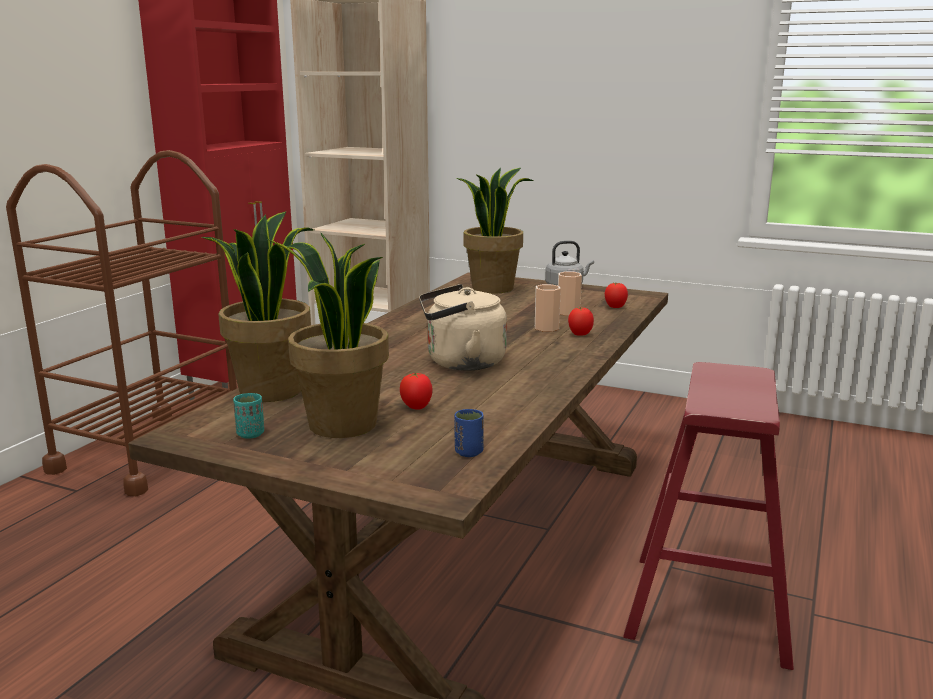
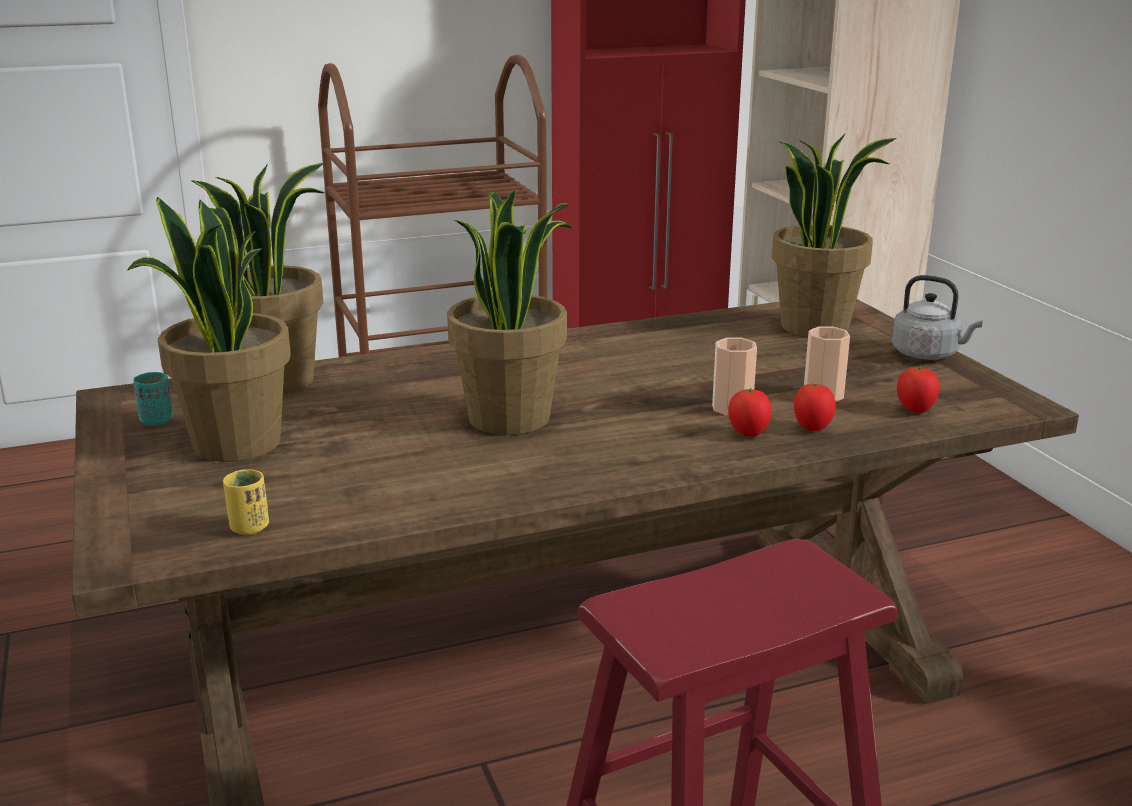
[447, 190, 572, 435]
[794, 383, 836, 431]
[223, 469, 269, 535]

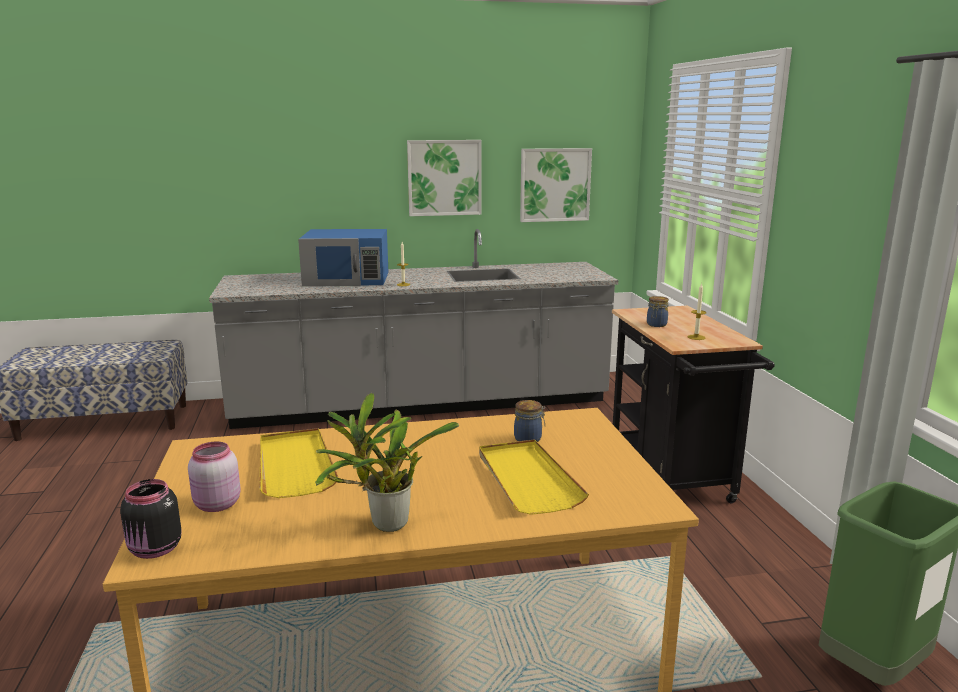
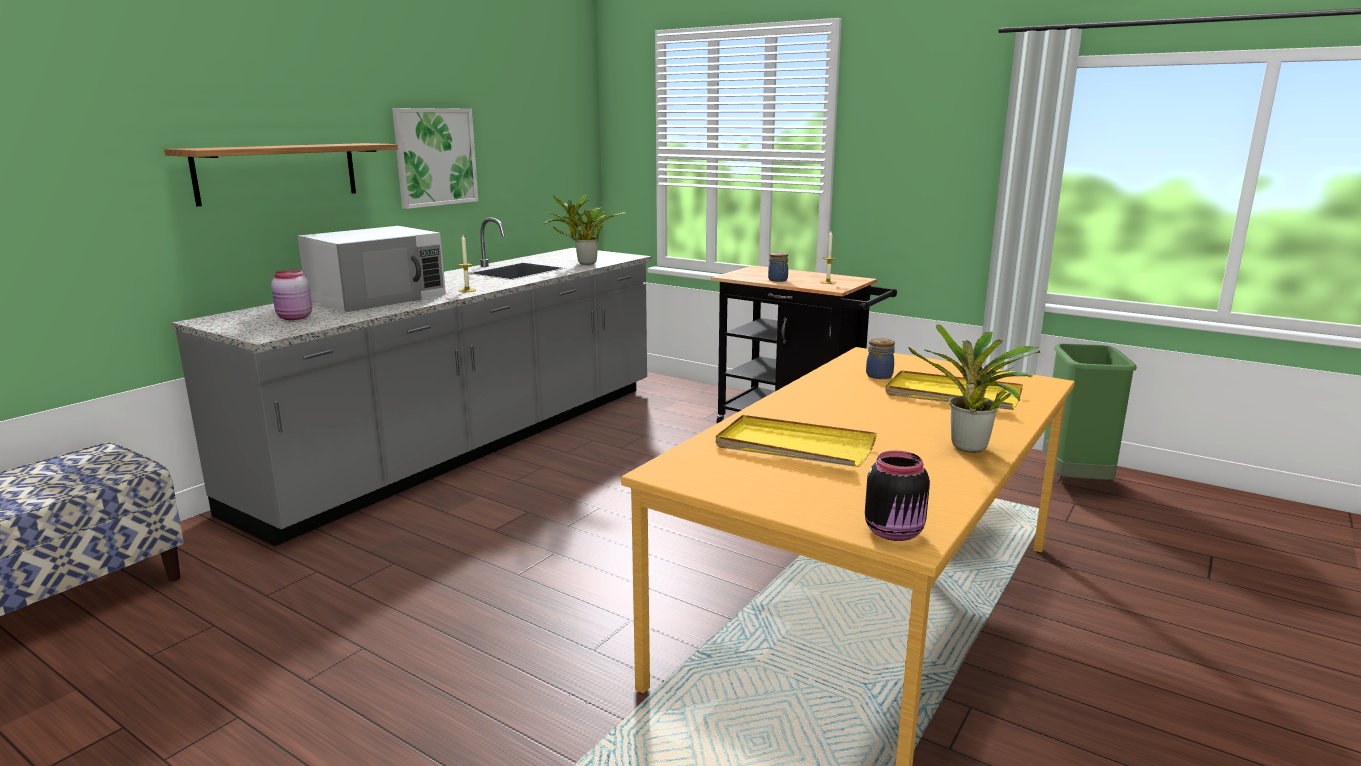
[520, 148, 592, 222] (first image)
[298, 226, 446, 312]
[271, 270, 312, 320]
[164, 143, 398, 207]
[543, 195, 625, 265]

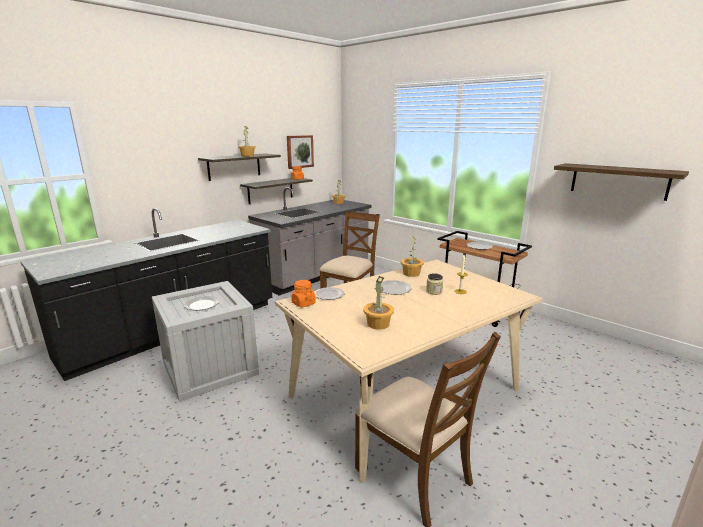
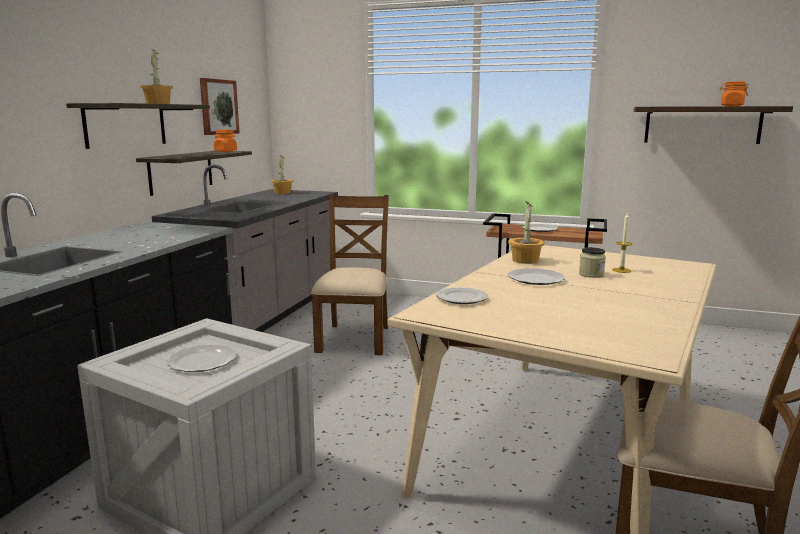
[363, 276, 394, 330] (first image)
[720, 81, 748, 106]

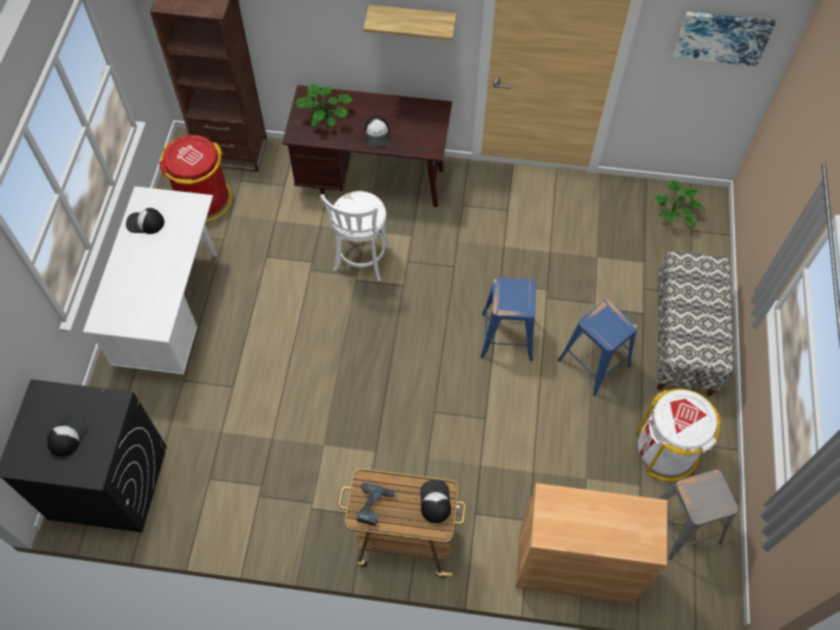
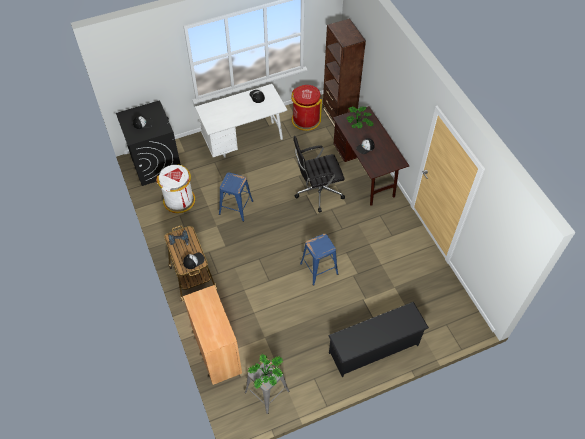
[363, 5, 457, 41] (first image)
[673, 12, 775, 66] (first image)
[248, 354, 283, 389]
[293, 136, 345, 213]
[328, 302, 429, 377]
[219, 172, 253, 222]
[156, 164, 195, 213]

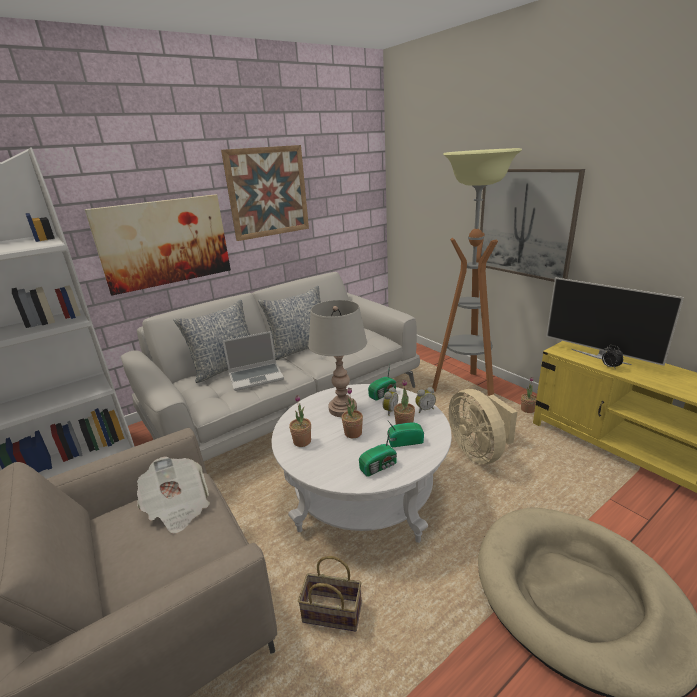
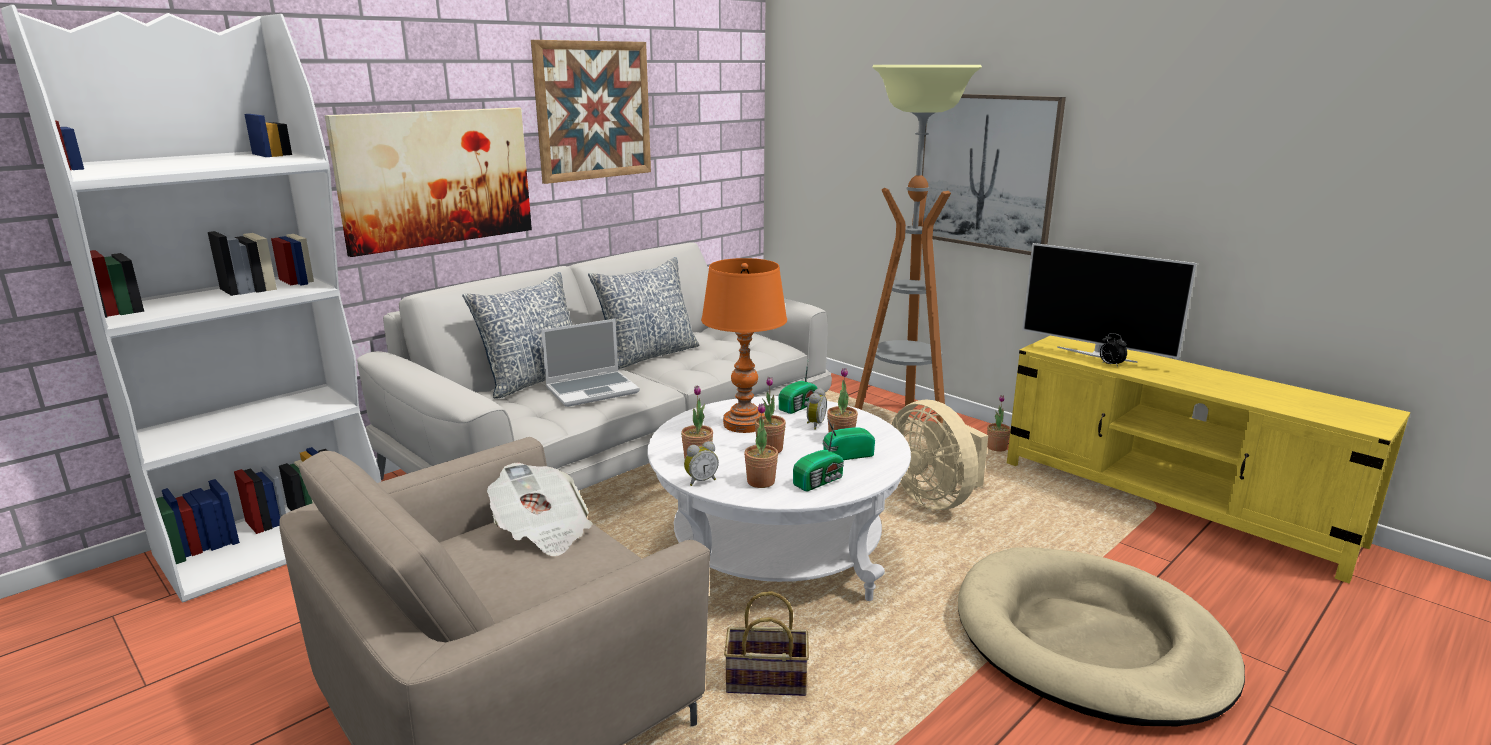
[701, 258, 787, 433]
[684, 441, 719, 486]
[744, 403, 778, 488]

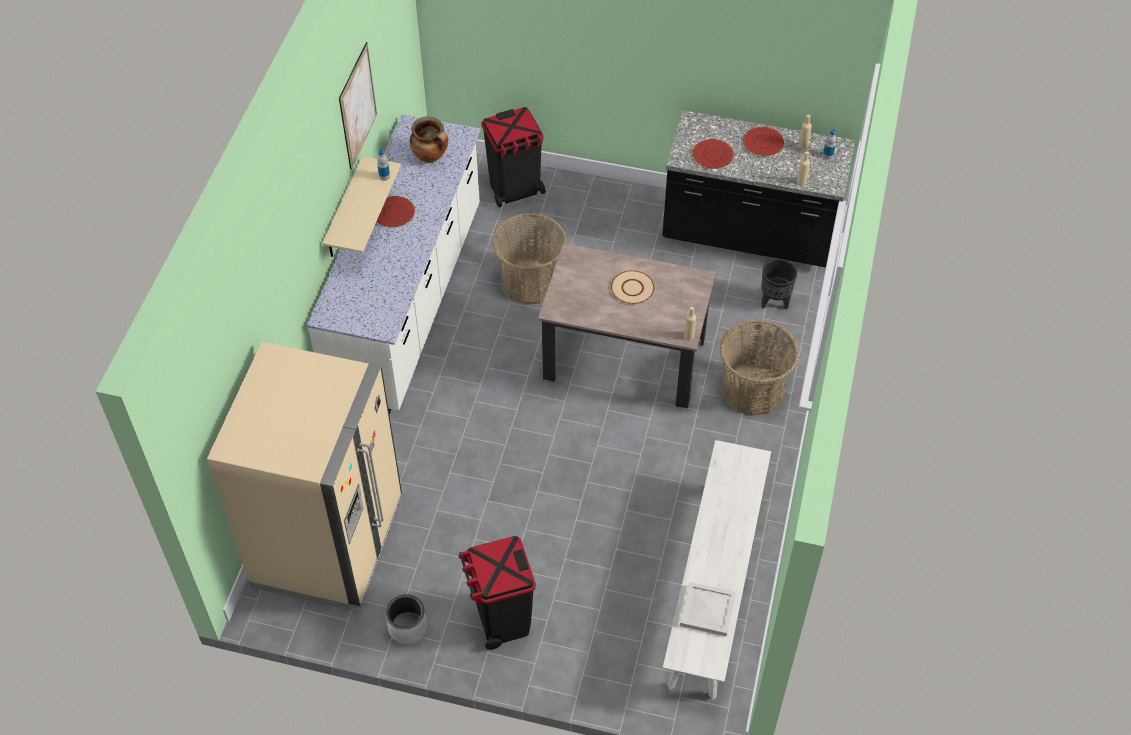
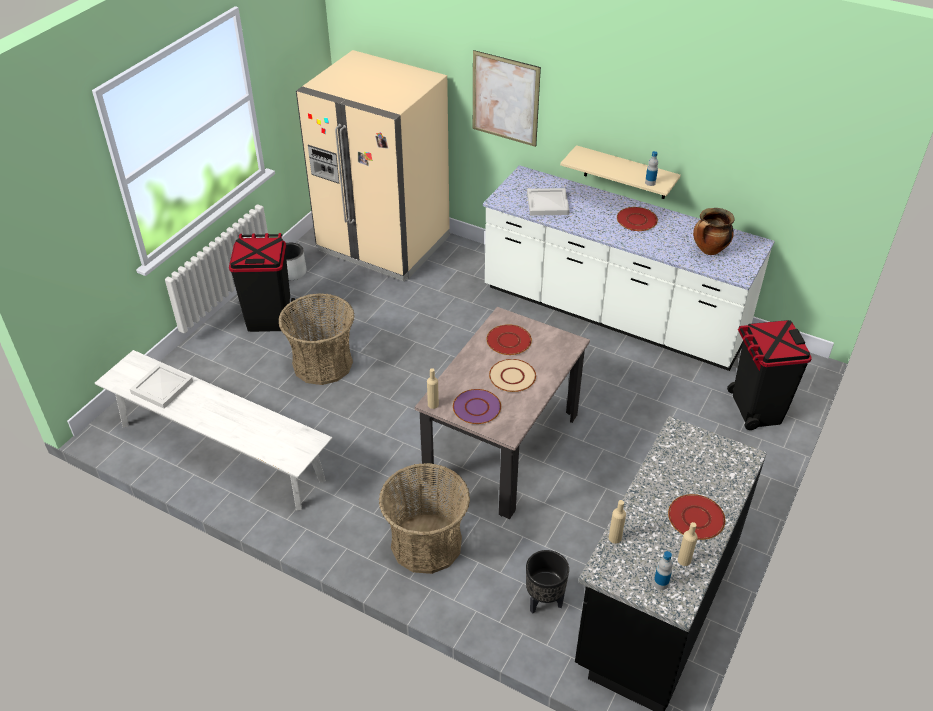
[473, 50, 541, 147]
[486, 324, 532, 355]
[278, 293, 355, 385]
[527, 188, 570, 216]
[453, 389, 501, 424]

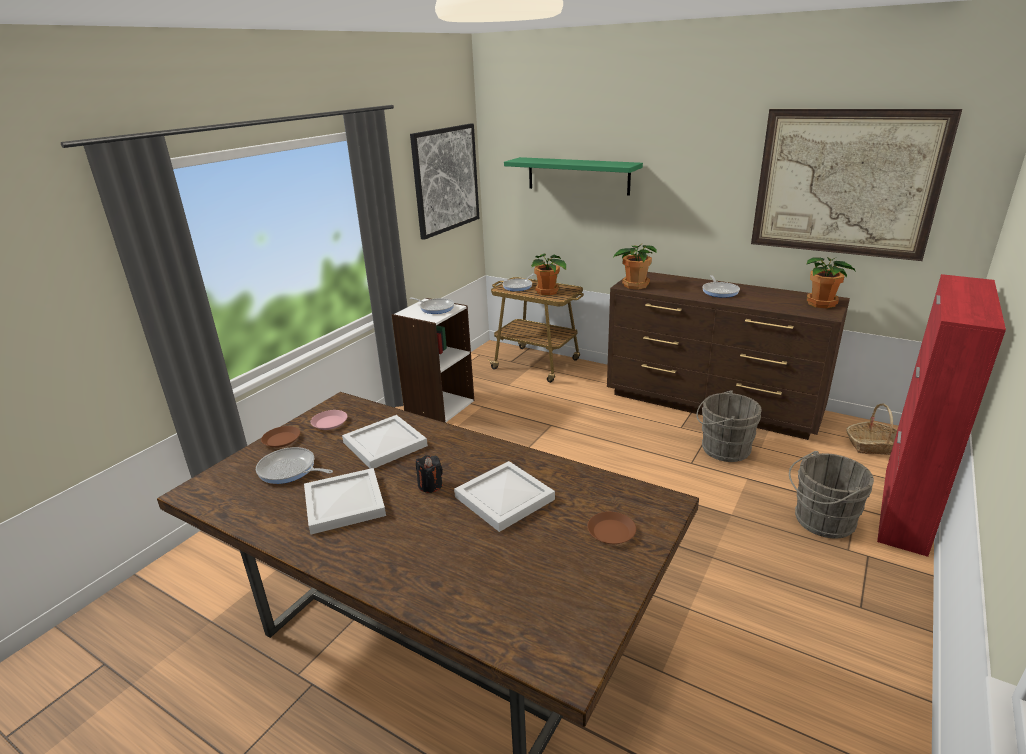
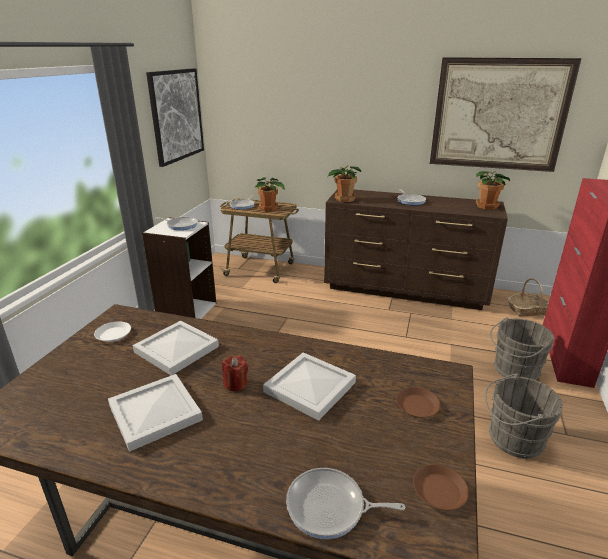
[504, 157, 643, 196] (first image)
[485, 374, 563, 458]
[94, 322, 131, 342]
[413, 464, 469, 510]
[286, 468, 405, 539]
[222, 355, 248, 391]

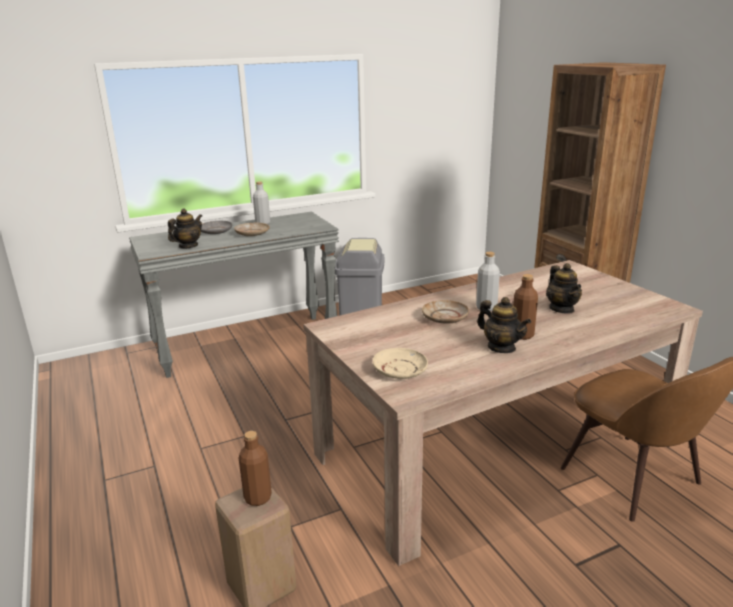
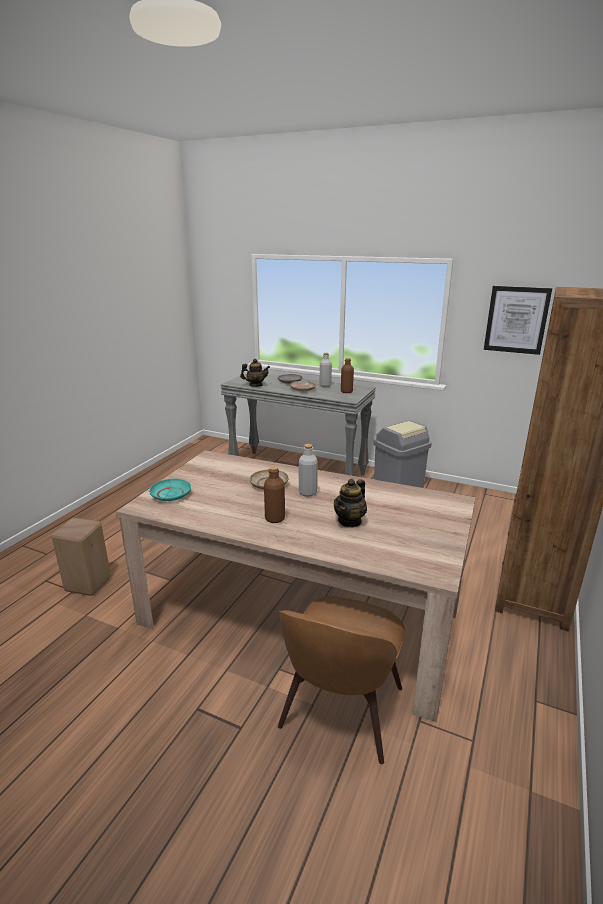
[477, 297, 531, 353] (first image)
[149, 478, 191, 501]
[341, 358, 354, 393]
[484, 286, 552, 355]

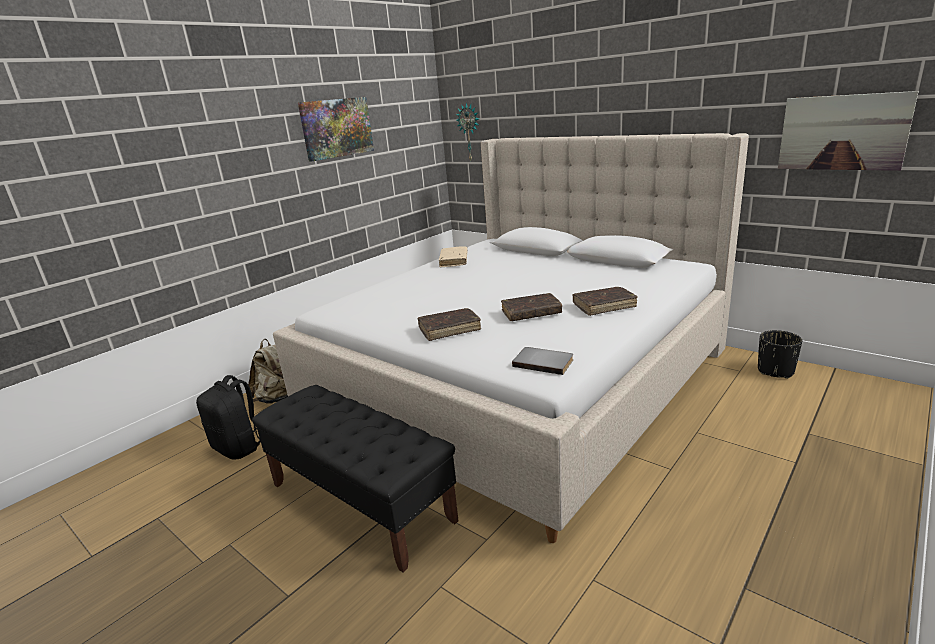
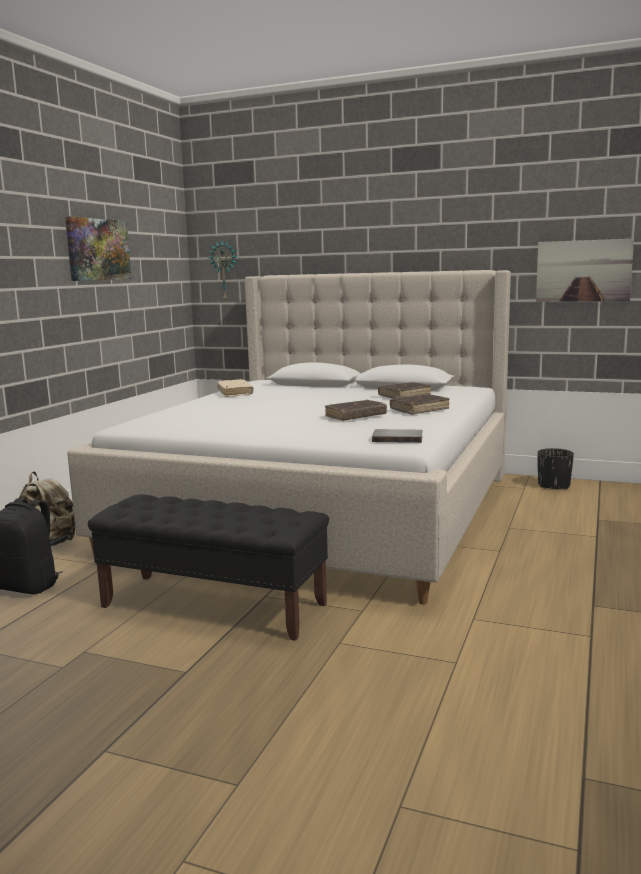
[378, 382, 431, 399]

